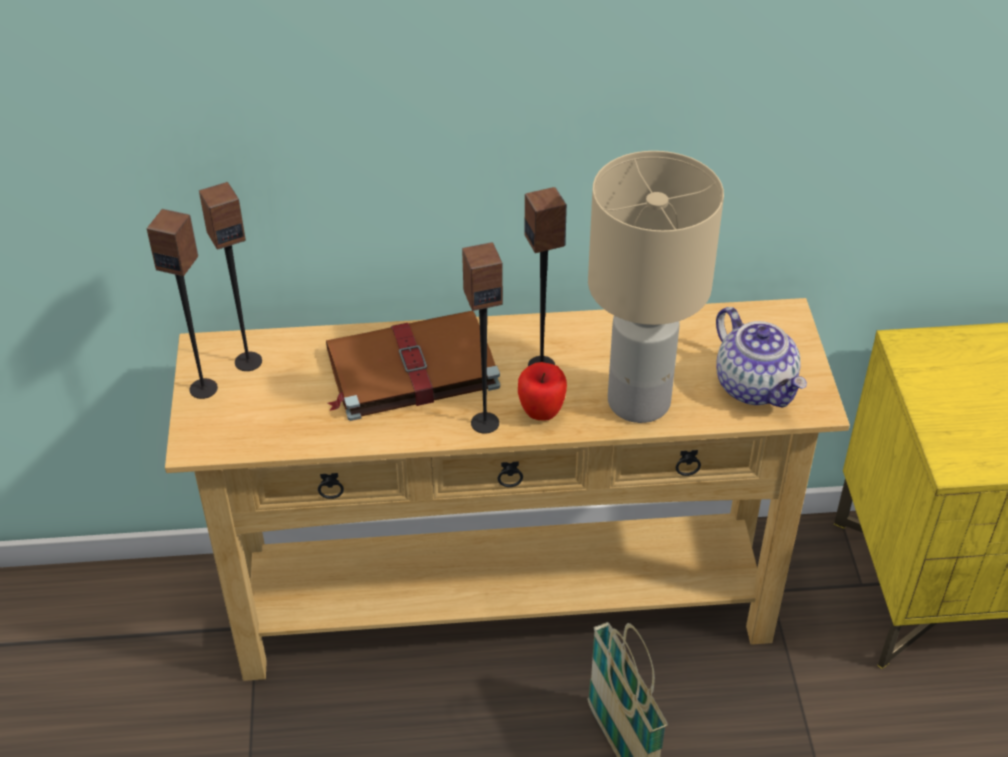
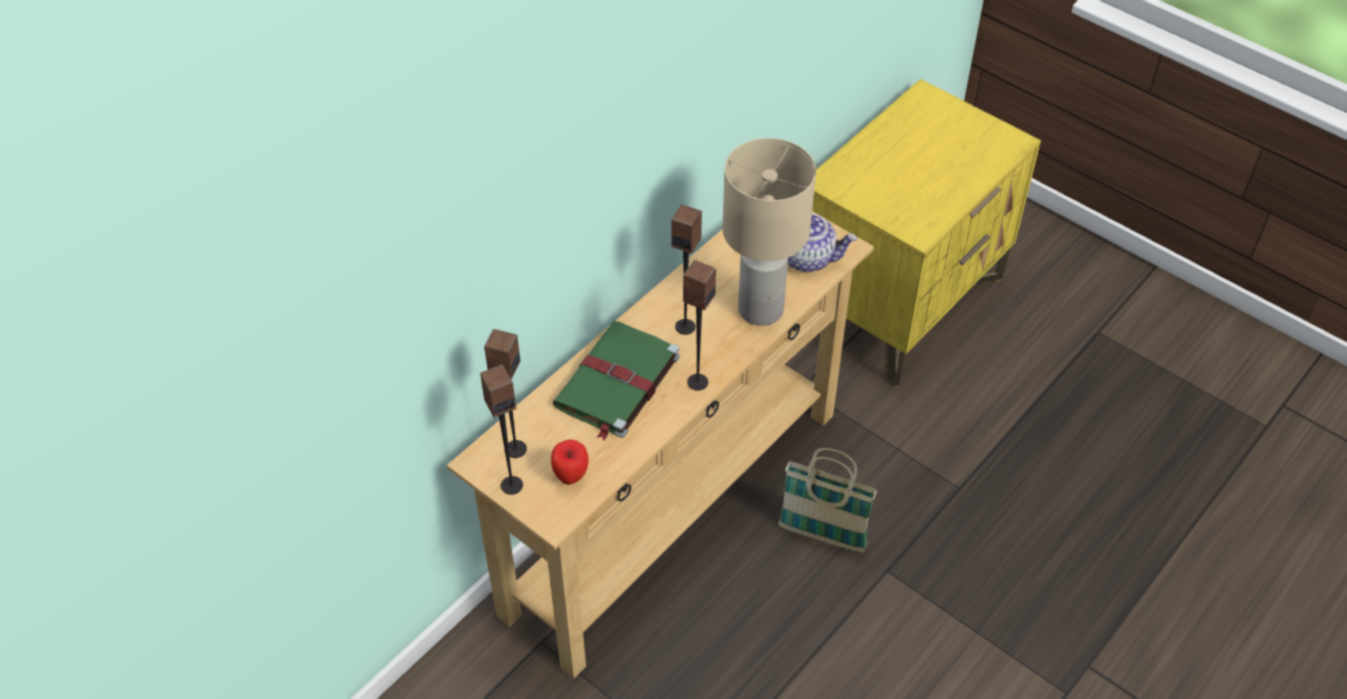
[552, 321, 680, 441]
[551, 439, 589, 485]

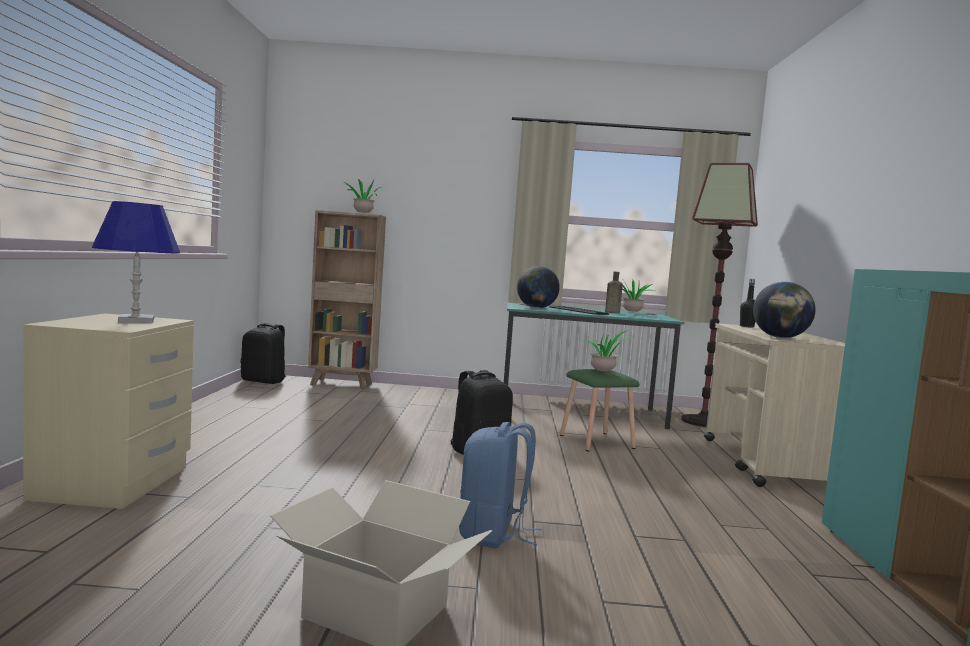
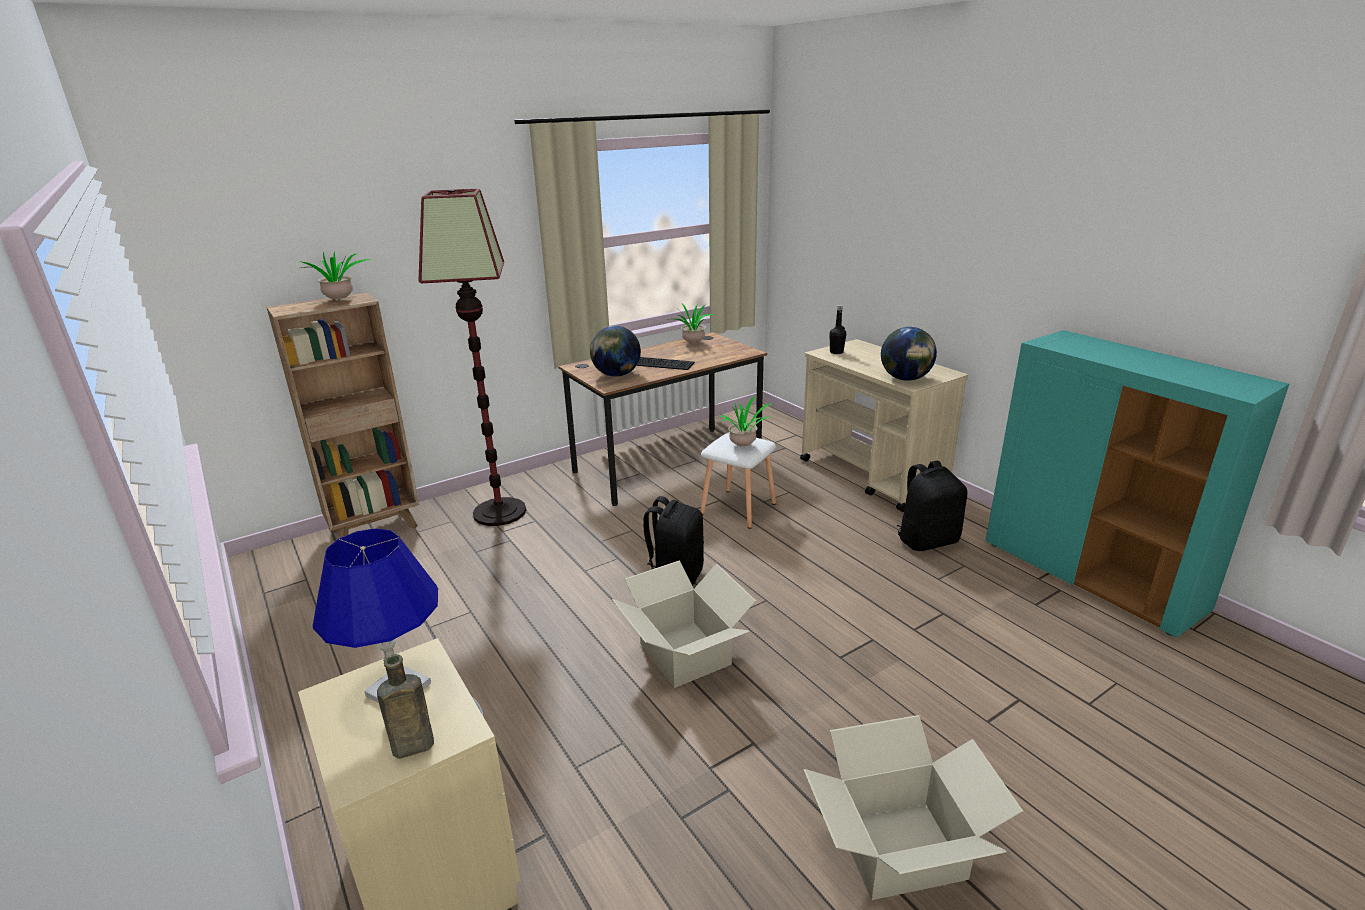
[418, 189, 526, 526]
[377, 654, 434, 759]
[558, 332, 767, 506]
[896, 461, 967, 551]
[700, 432, 776, 529]
[459, 422, 542, 548] (first image)
[612, 561, 756, 688]

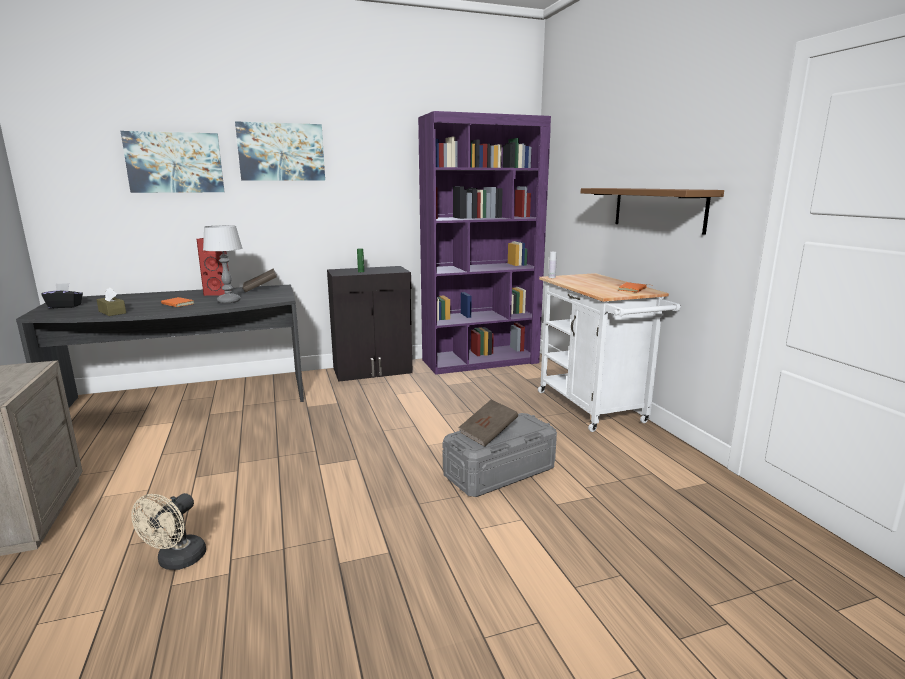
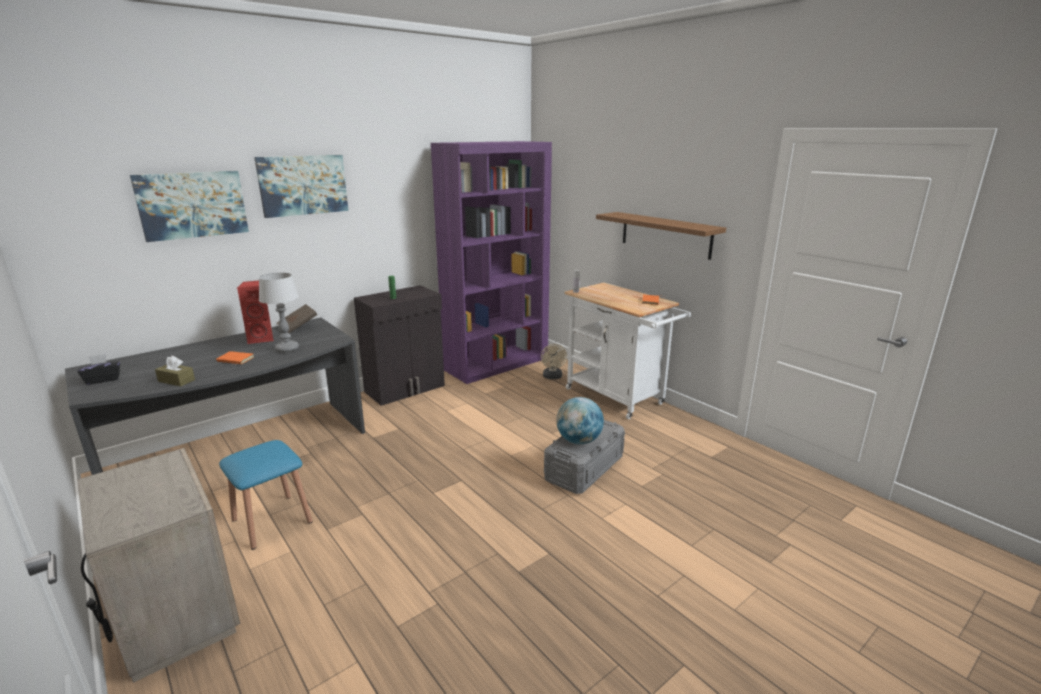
[556, 397, 604, 445]
[541, 344, 567, 379]
[219, 440, 313, 550]

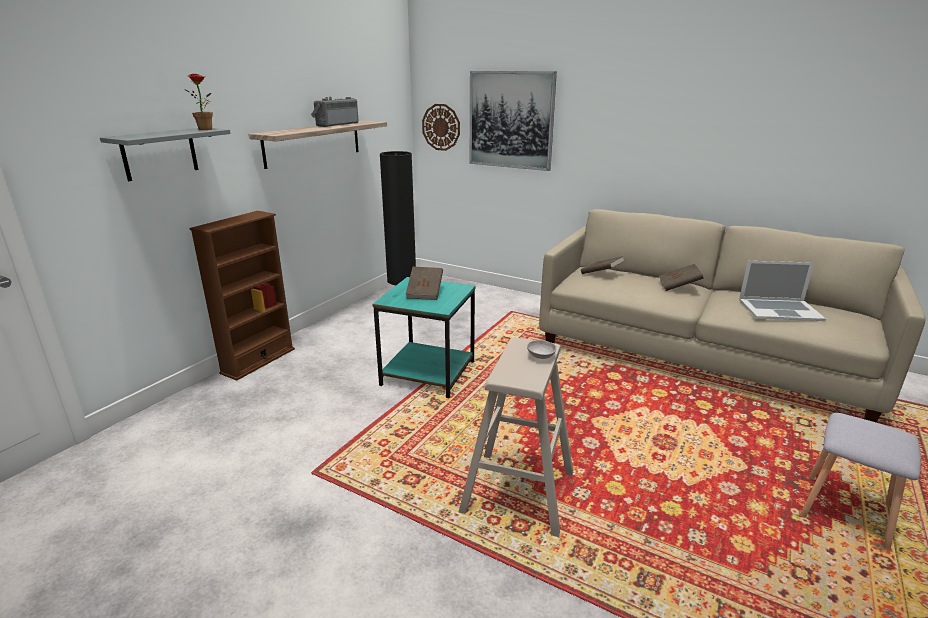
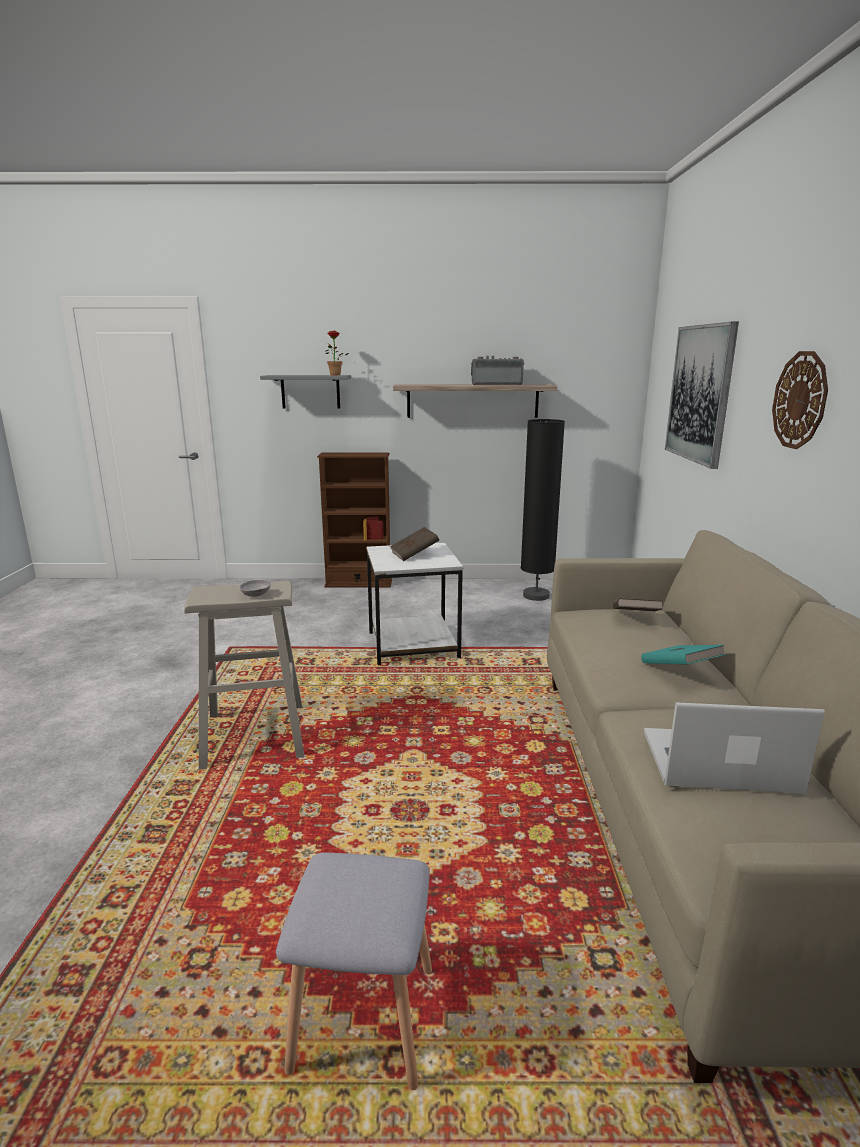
[772, 351, 828, 449]
[644, 702, 825, 794]
[641, 645, 726, 664]
[366, 543, 463, 665]

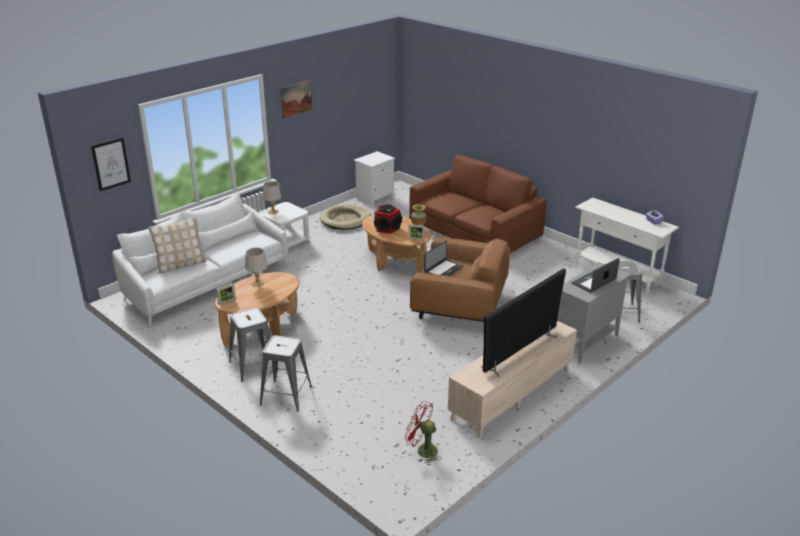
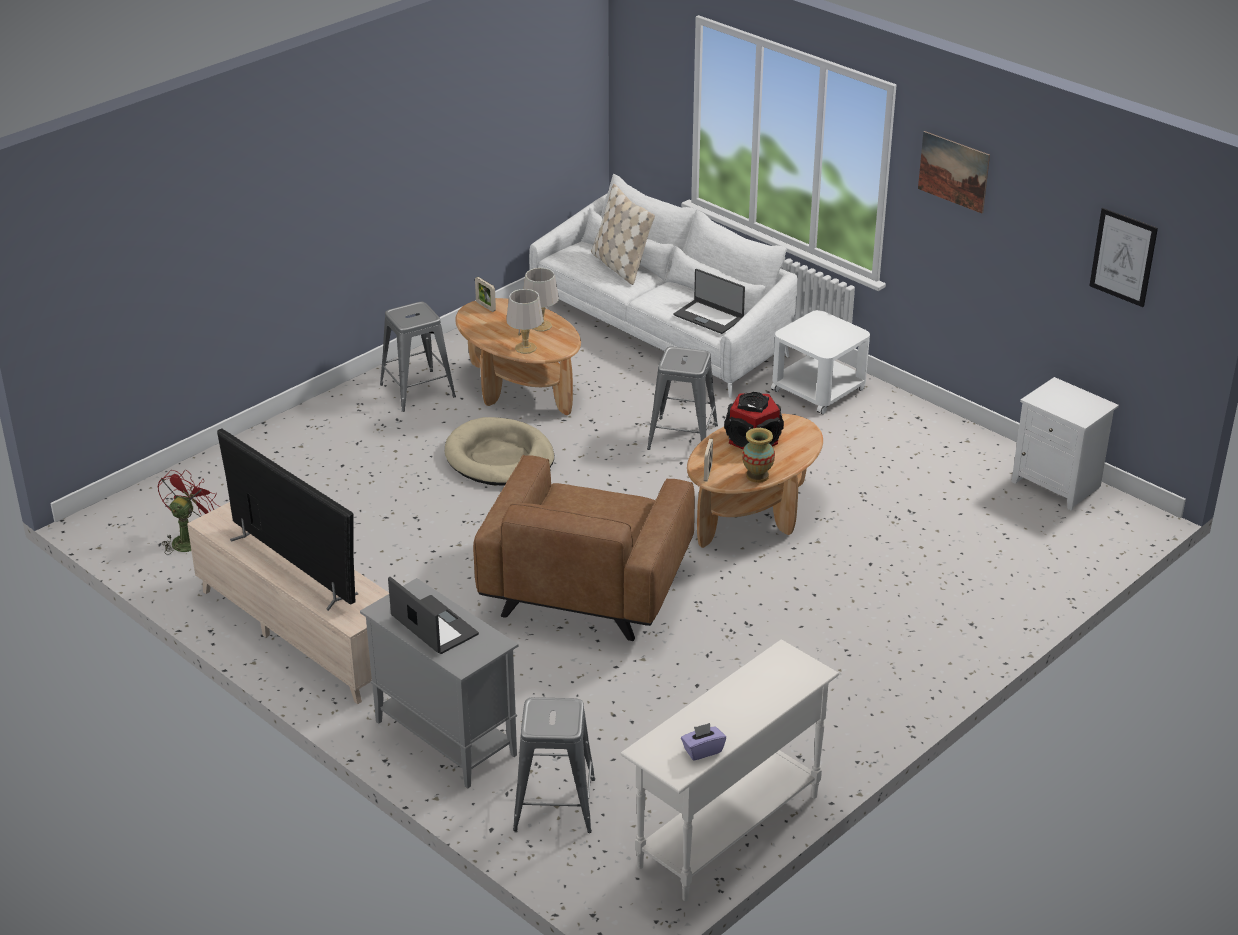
[1090, 208, 1158, 307]
[409, 155, 546, 253] (first image)
[506, 289, 544, 354]
[445, 417, 554, 485]
[674, 269, 745, 334]
[647, 347, 718, 450]

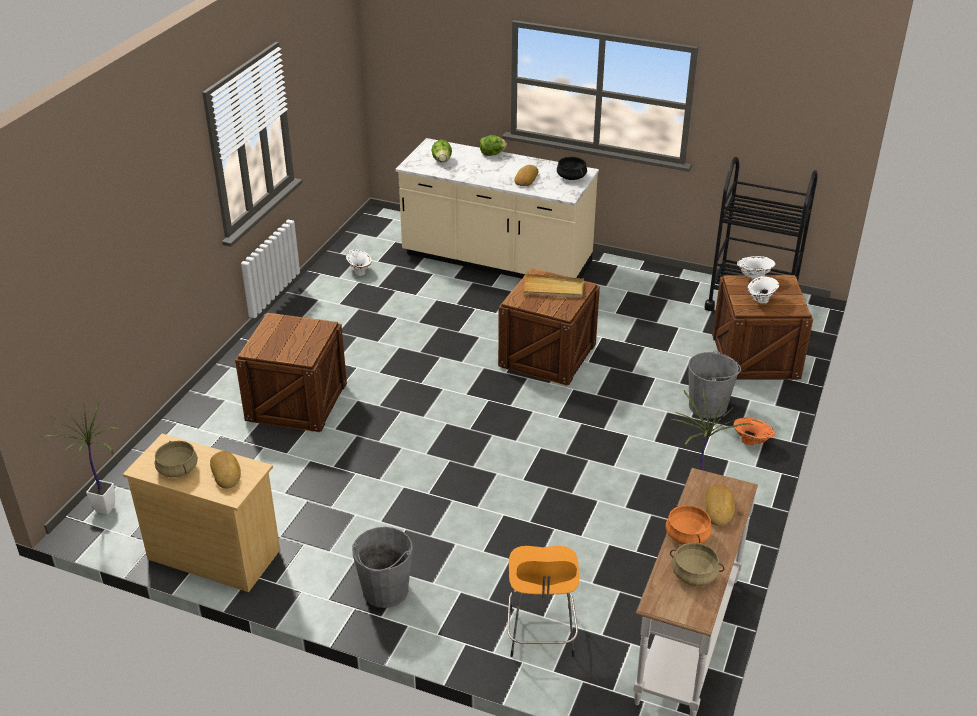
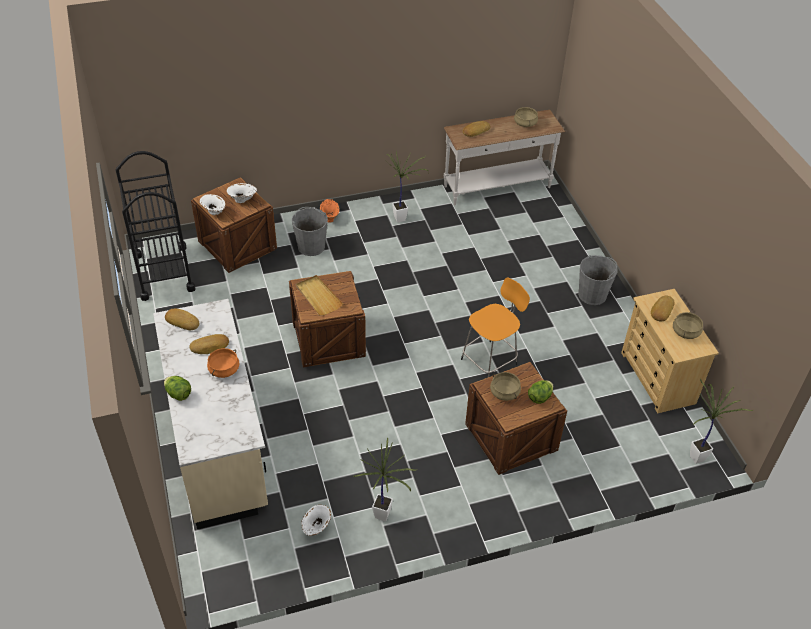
[528, 380, 553, 404]
[165, 309, 200, 330]
[207, 348, 240, 378]
[461, 277, 530, 377]
[490, 372, 521, 401]
[354, 438, 416, 521]

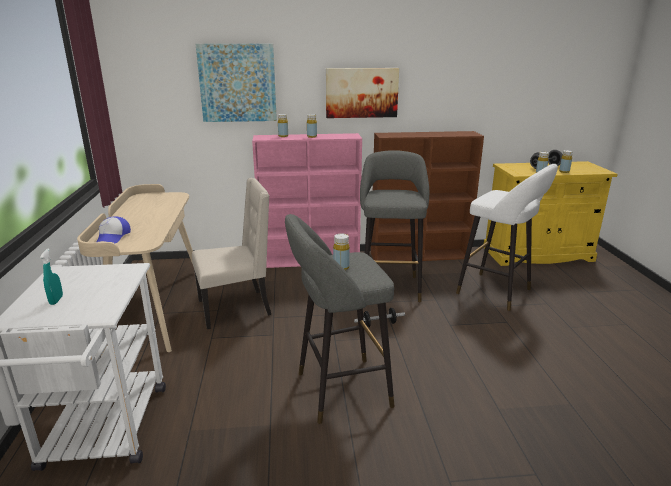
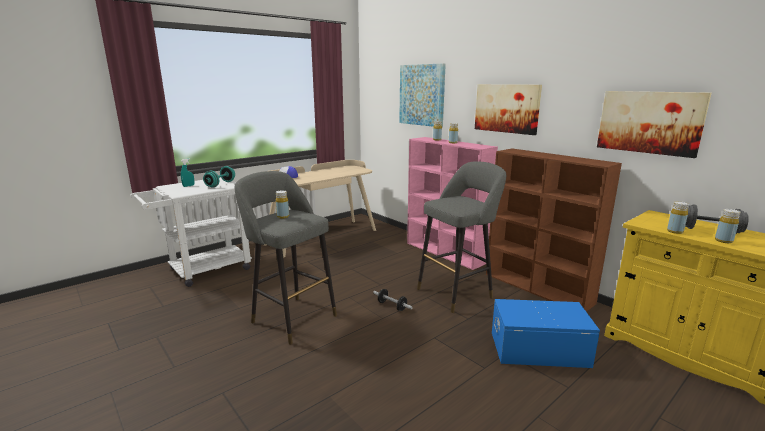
[492, 299, 600, 368]
[192, 178, 271, 329] (first image)
[597, 91, 712, 158]
[203, 166, 235, 188]

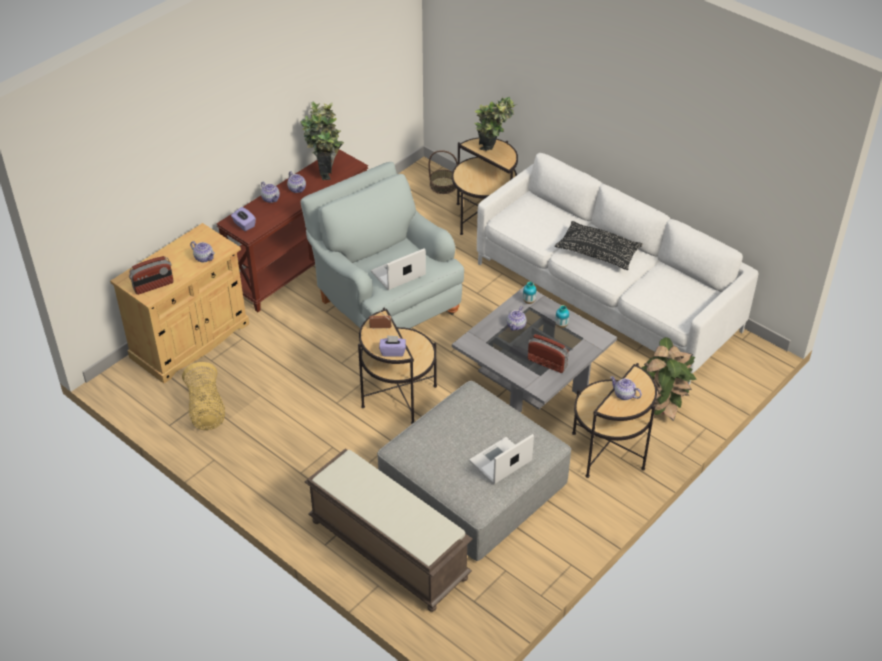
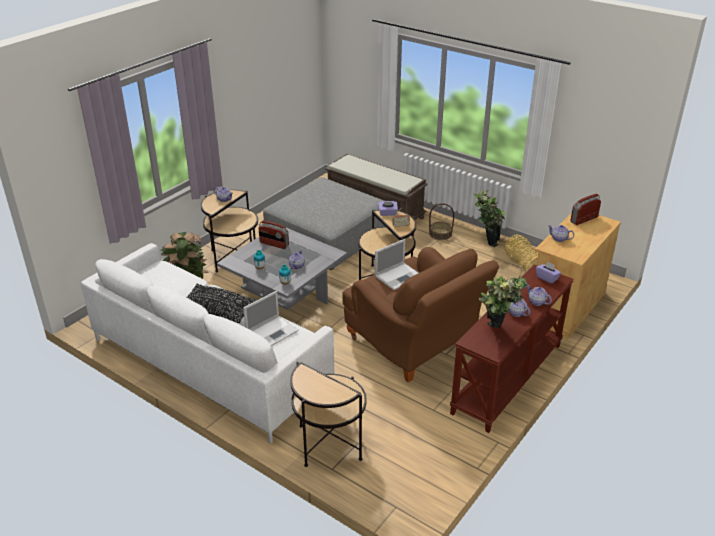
[473, 189, 506, 247]
[429, 203, 454, 240]
[342, 247, 499, 382]
[243, 291, 299, 346]

